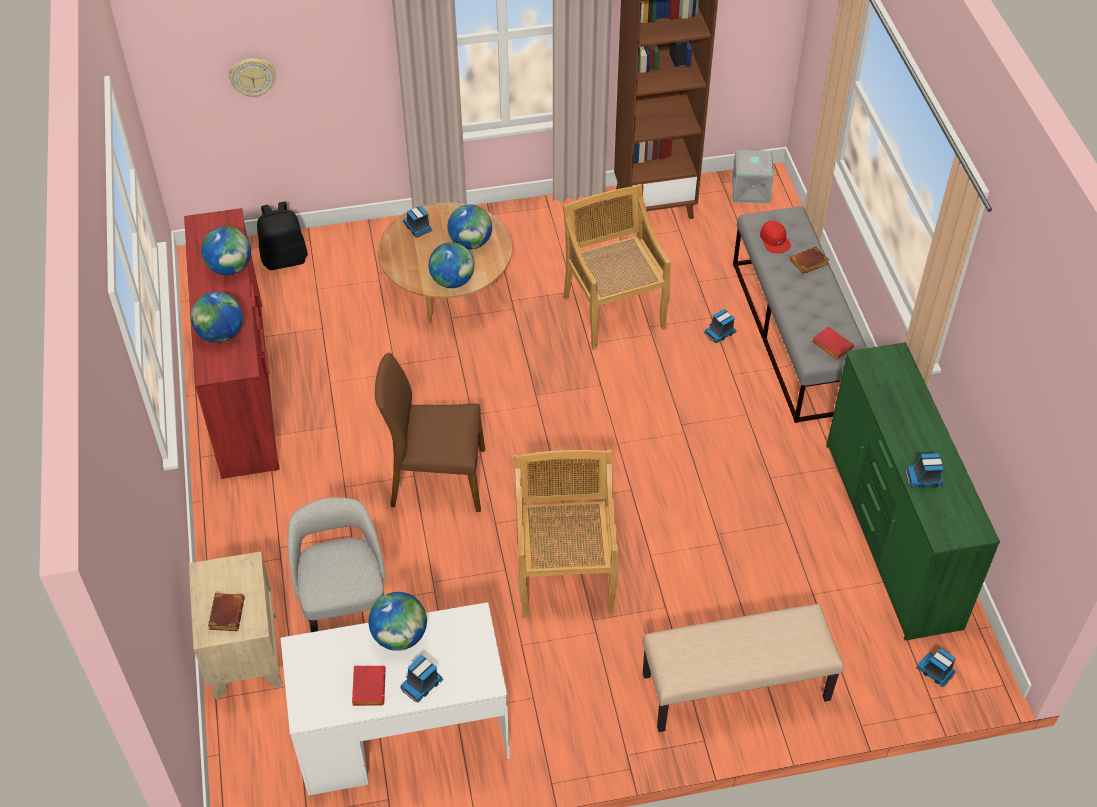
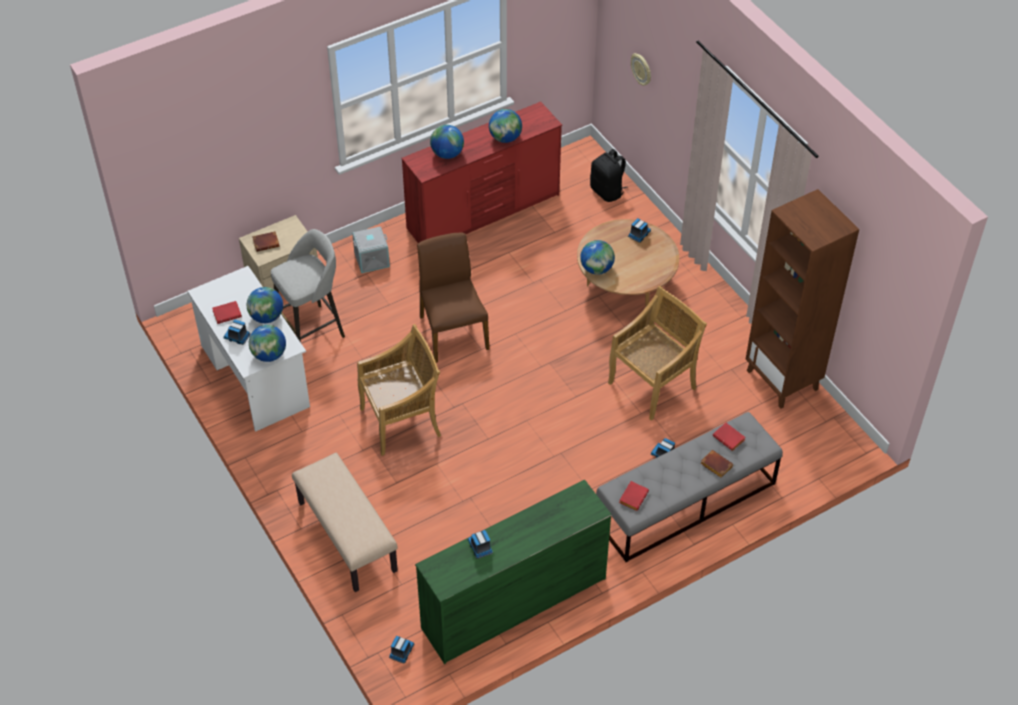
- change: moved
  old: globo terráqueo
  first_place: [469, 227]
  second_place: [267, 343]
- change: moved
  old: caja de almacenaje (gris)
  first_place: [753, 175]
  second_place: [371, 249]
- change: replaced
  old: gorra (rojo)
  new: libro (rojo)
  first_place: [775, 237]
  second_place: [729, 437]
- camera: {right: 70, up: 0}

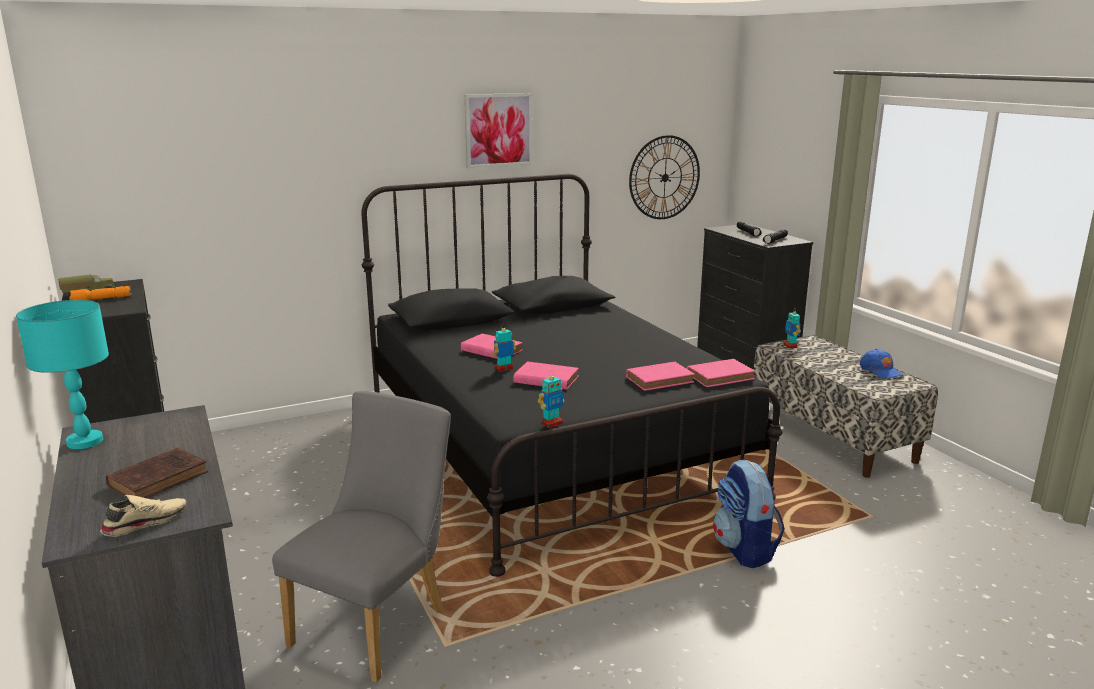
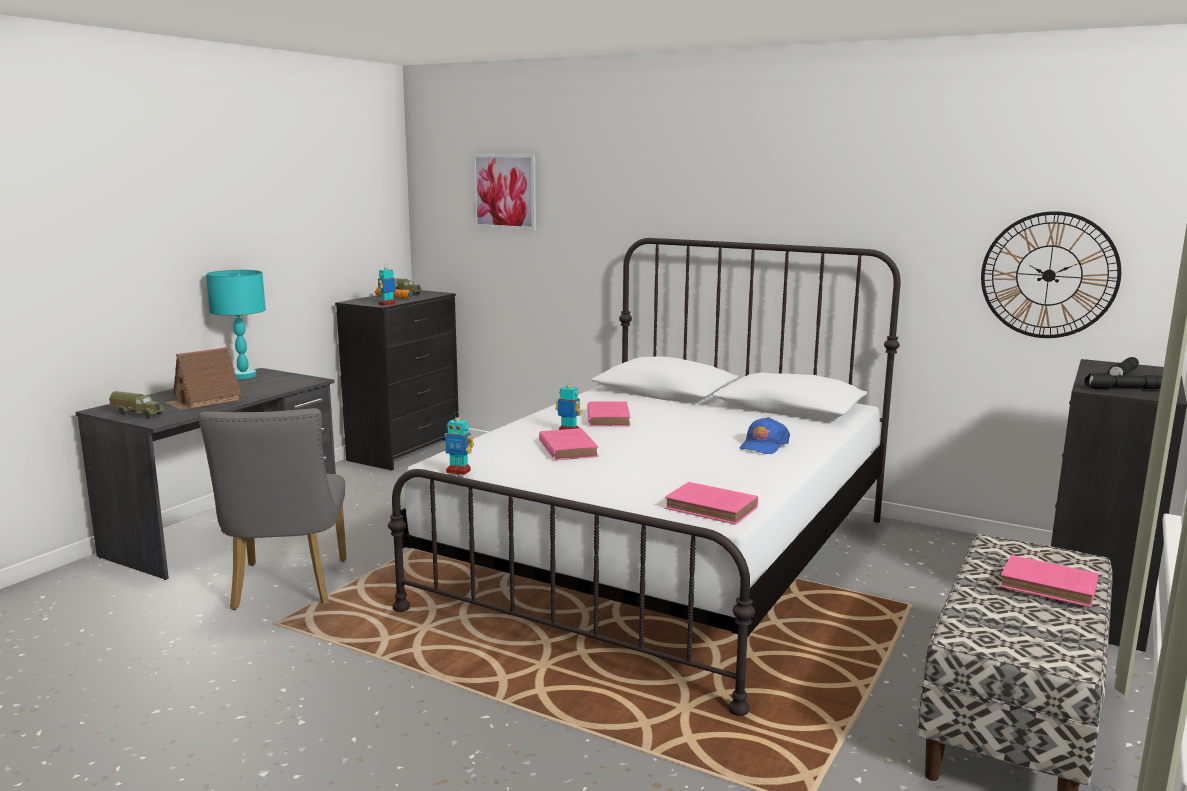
- change: removed
  old: mochila
  first_place: [749, 514]
- change: moved
  old: cuadro
  first_place: [499, 130]
  second_place: [504, 192]
- change: moved
  old: libro (rosa)
  first_place: [660, 376]
  second_place: [1049, 581]
- change: moved
  old: robot de juguete
  first_place: [792, 329]
  second_place: [387, 285]
- change: moved
  old: gorra (azul)
  first_place: [881, 364]
  second_place: [765, 435]
- change: replaced
  old: zapato (beis)
  new: camión de juguete
  first_place: [143, 516]
  second_place: [137, 404]
- change: replaced
  old: libro (marrón)
  new: casita
  first_place: [157, 472]
  second_place: [203, 378]
- change: recoloured
  old: cama (negro)
  new: cama (blanco)
  first_place: [572, 375]
  second_place: [644, 477]
- change: turned
  old: silla (gris)
  first_place: [361, 537]
  second_place: [273, 509]
  degrees: 90
- camera: {right: 55, up: -5}

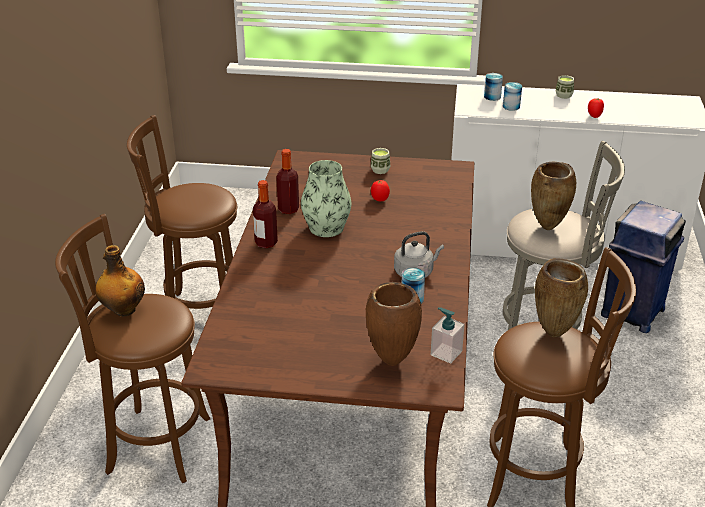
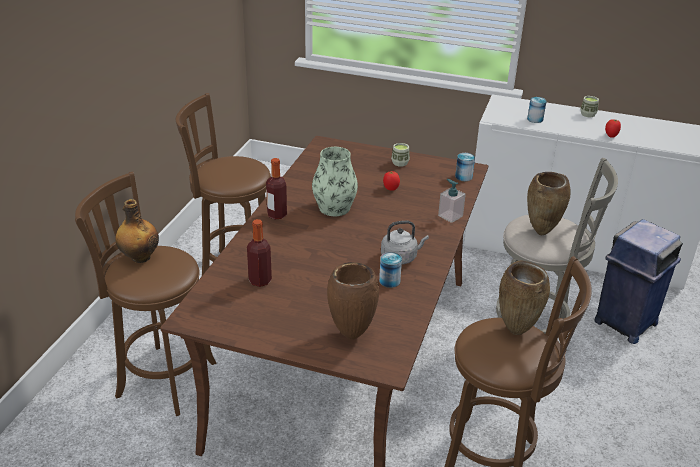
- change: moved
  old: botella
  first_place: [287, 181]
  second_place: [259, 253]
- change: moved
  old: dispensador de jabón
  first_place: [448, 335]
  second_place: [452, 201]
- change: moved
  old: lata
  first_place: [493, 87]
  second_place: [465, 167]
- camera: {right: 10, up: 0}

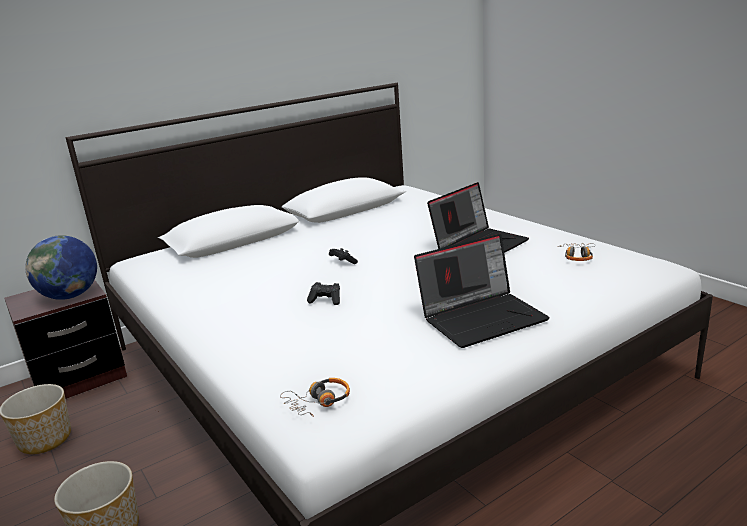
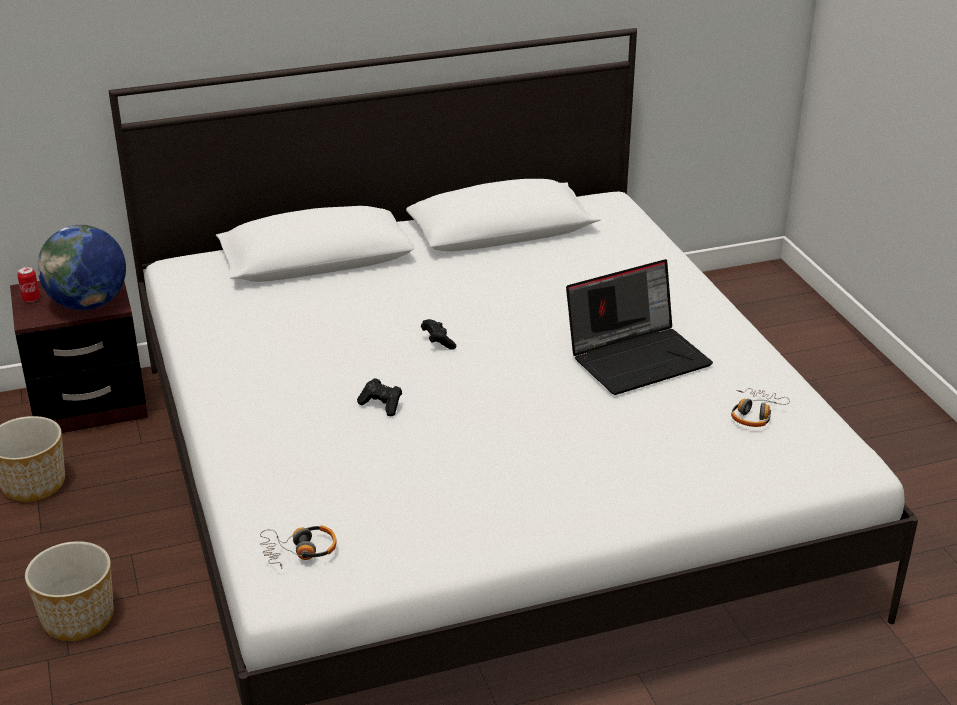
- change: removed
  old: portátil
  first_place: [482, 291]
- change: added
  new: lata
  second_place: [28, 284]
- camera: {right: 15, up: 10}

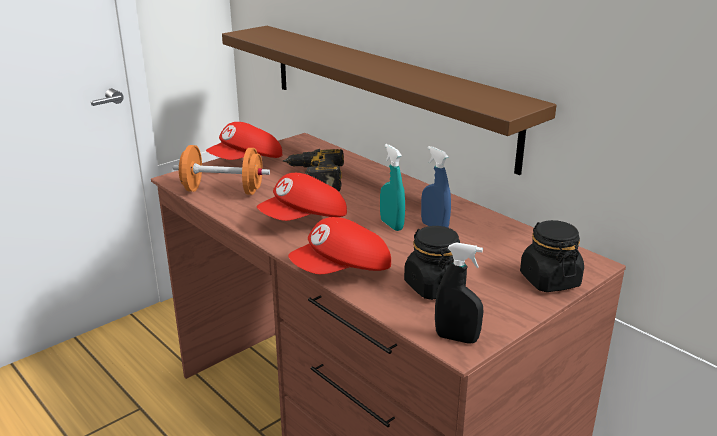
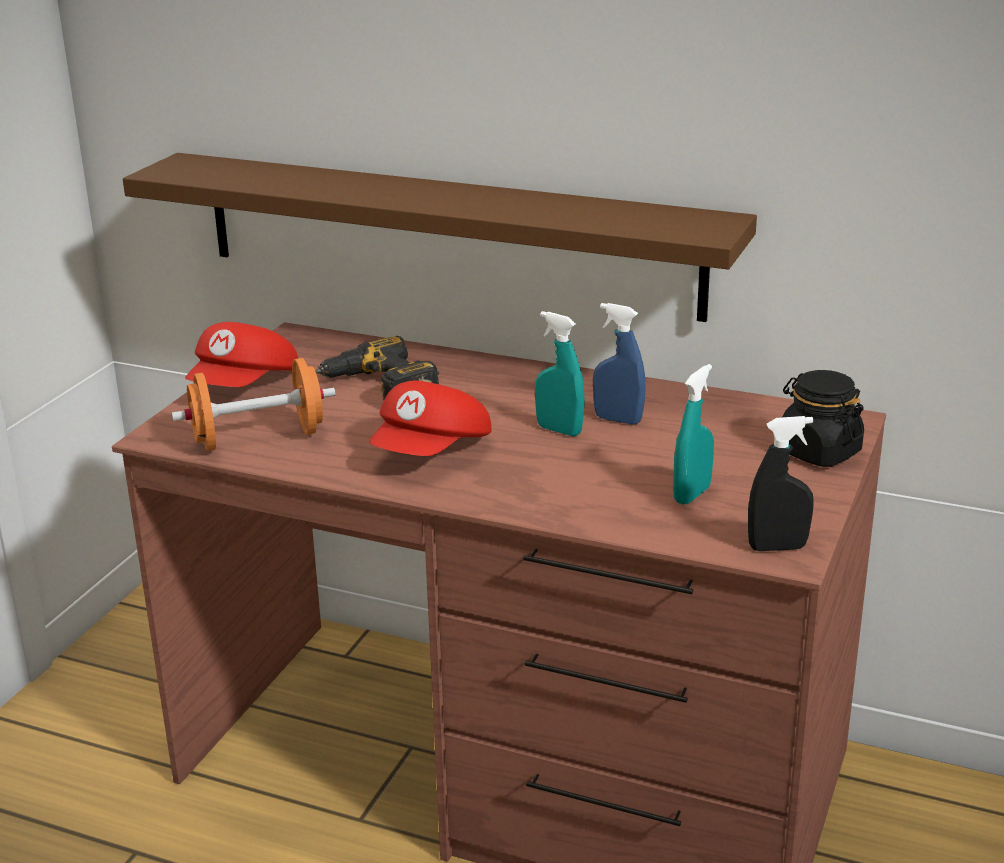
- change: removed
  old: gorra (rojo)
  first_place: [339, 245]
- change: replaced
  old: tarro (negro)
  new: pulverizador (turquesa)
  first_place: [435, 263]
  second_place: [693, 434]
- camera: {right: -25, up: 0}

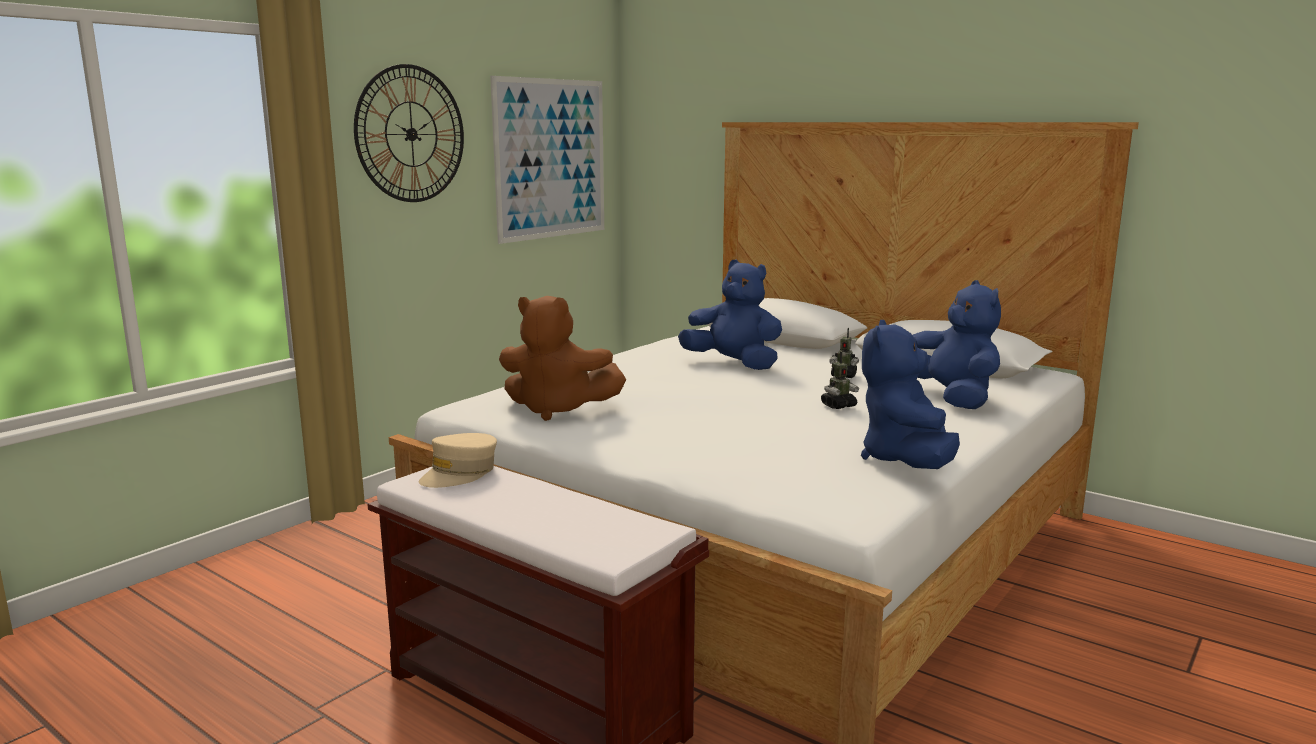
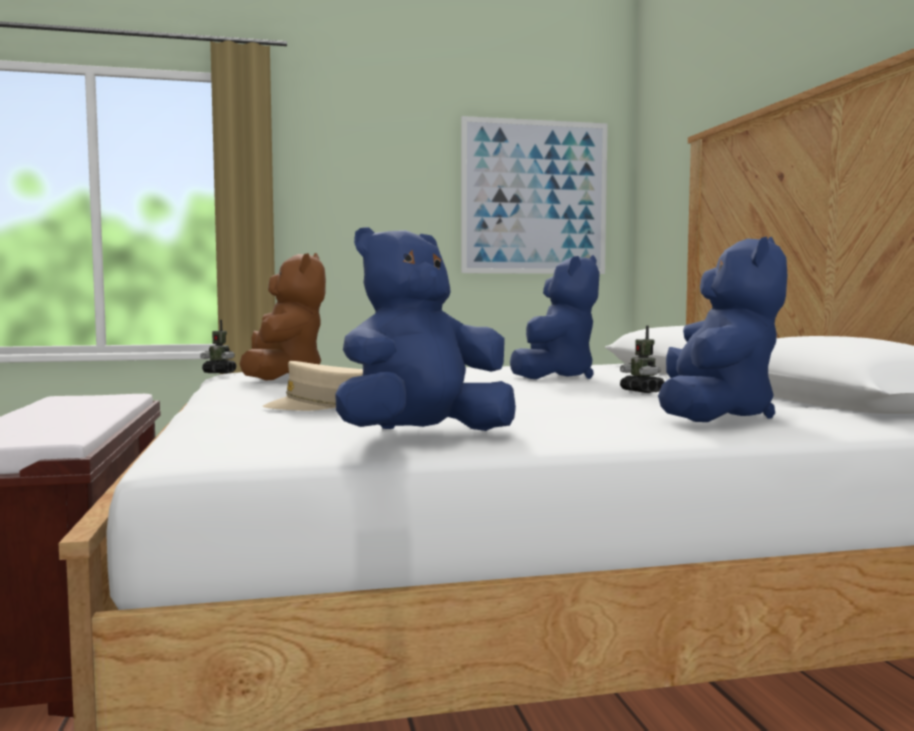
- change: removed
  old: reloj de pared
  first_place: [409, 133]
- change: moved
  old: gorra (beis)
  first_place: [458, 460]
  second_place: [313, 386]
- change: moved
  old: robot de juguete
  first_place: [840, 380]
  second_place: [218, 347]
- change: turned
  old: peluche (marrón)
  first_place: [562, 358]
  second_place: [283, 317]
  degrees: -150
- change: turned
  old: peluche (azul)
  first_place: [730, 314]
  second_place: [555, 317]
  degrees: 45
- camera: {right: 40, up: -10}

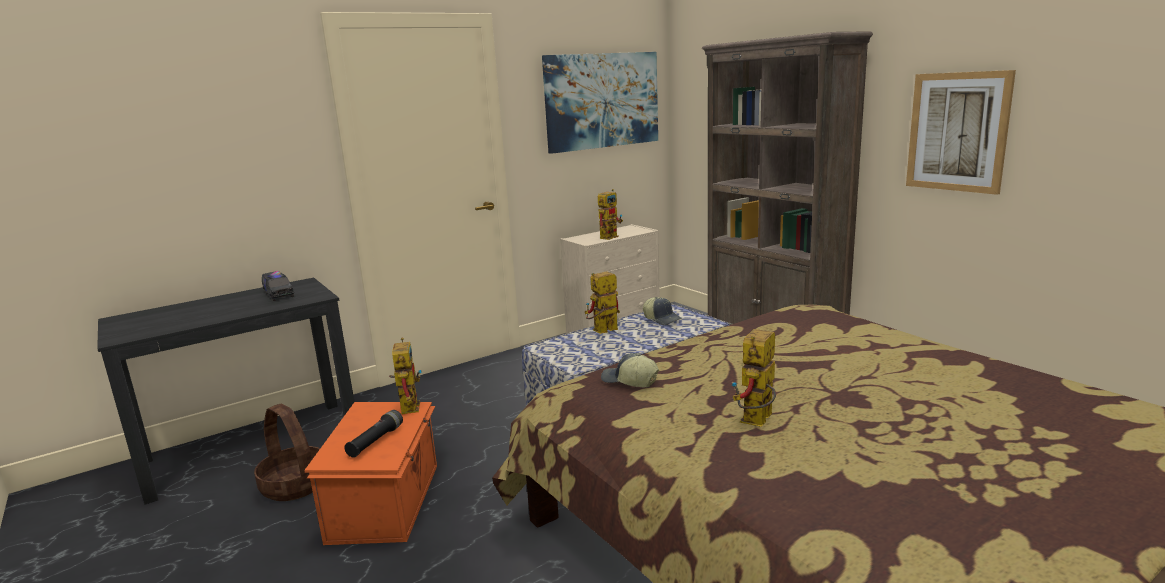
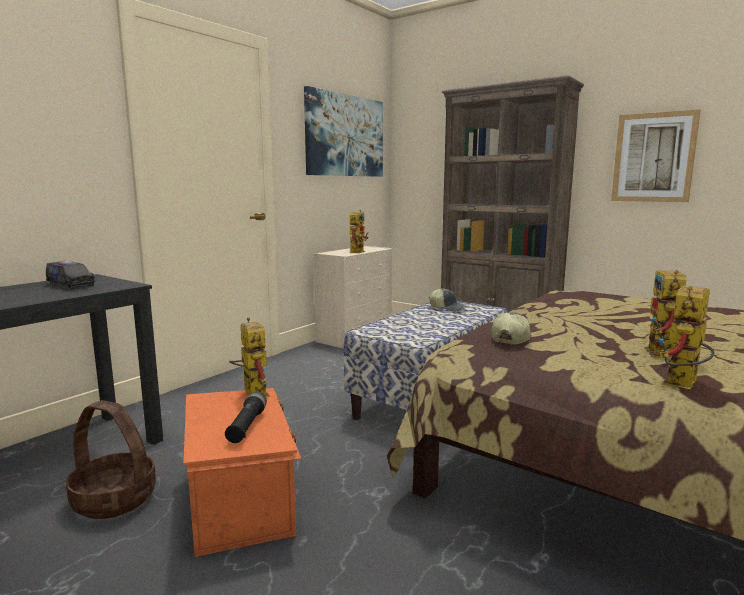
- change: moved
  old: robot de juguete
  first_place: [602, 303]
  second_place: [686, 337]
- change: turned
  old: gorra
  first_place: [630, 370]
  second_place: [511, 328]
  degrees: 105
- camera: {right: -20, up: -5}

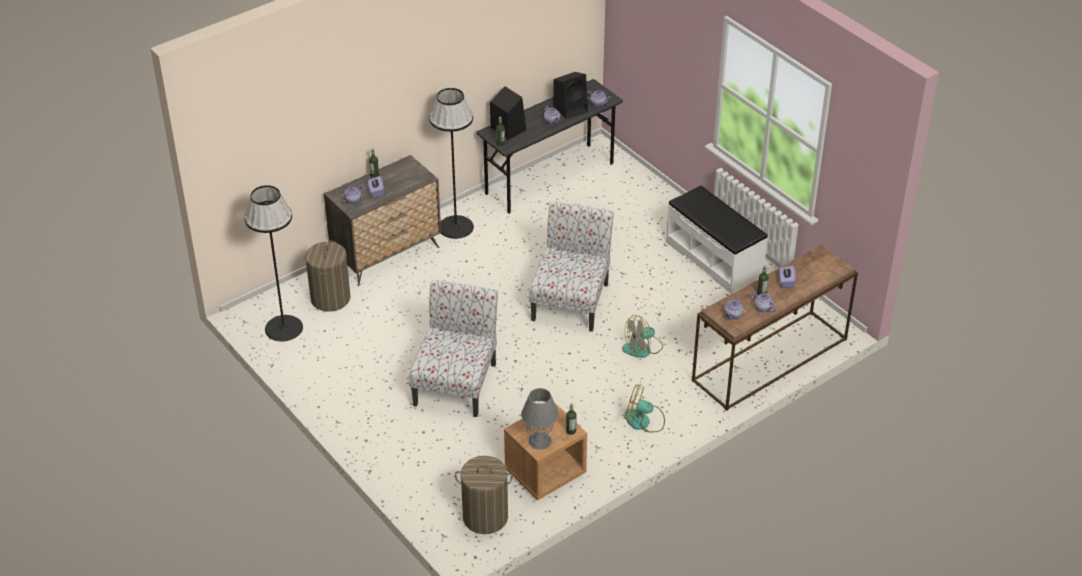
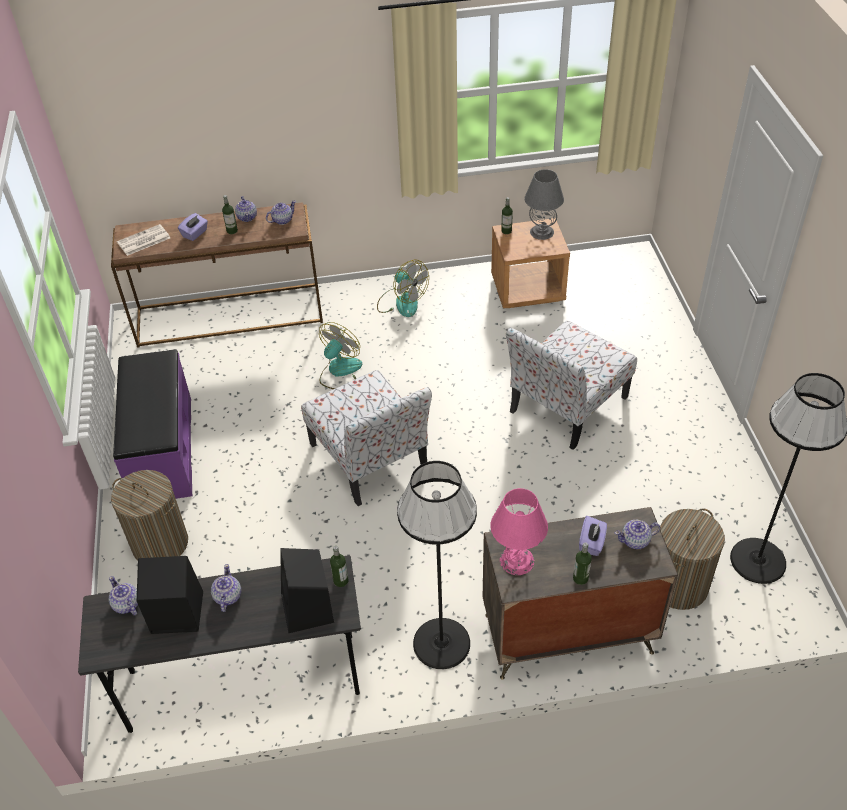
- change: added
  new: periódico
  second_place: [143, 240]
- change: added
  new: lámpara de mesa (rosa)
  second_place: [519, 531]
- change: moved
  old: cesto de la ropa
  first_place: [484, 495]
  second_place: [149, 515]
- change: recoloured
  old: banco (blanco)
  new: banco (morado)
  first_place: [717, 239]
  second_place: [153, 424]
- change: turned
  old: silla
  first_place: [571, 266]
  second_place: [366, 438]
  degrees: -75
- change: turned
  old: ventilador
  first_place: [642, 336]
  second_place: [340, 355]
  degrees: -60
- camera: {right: -150, up: 5}

